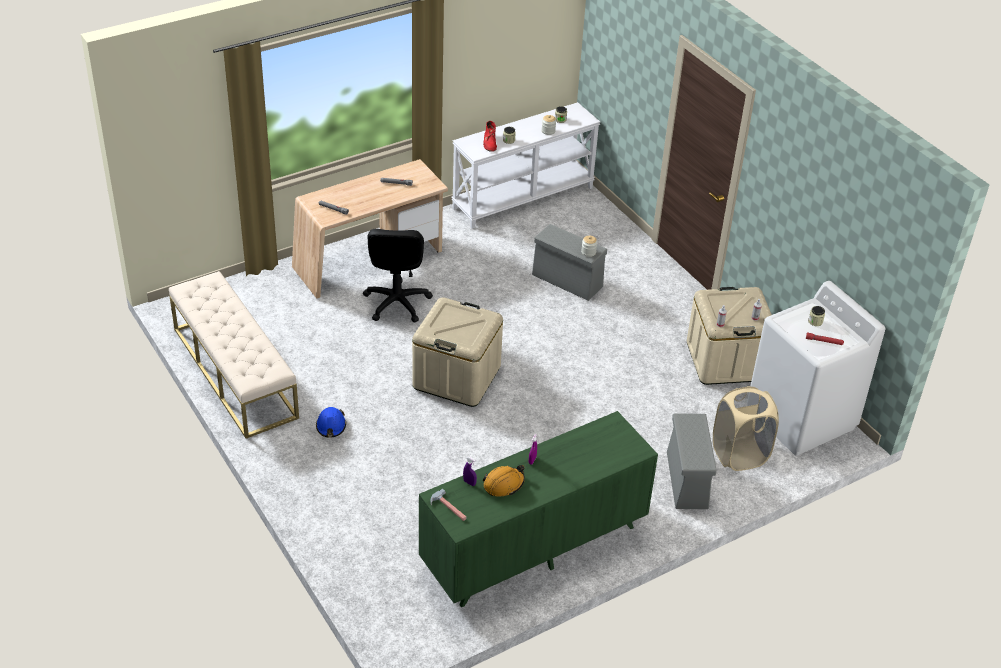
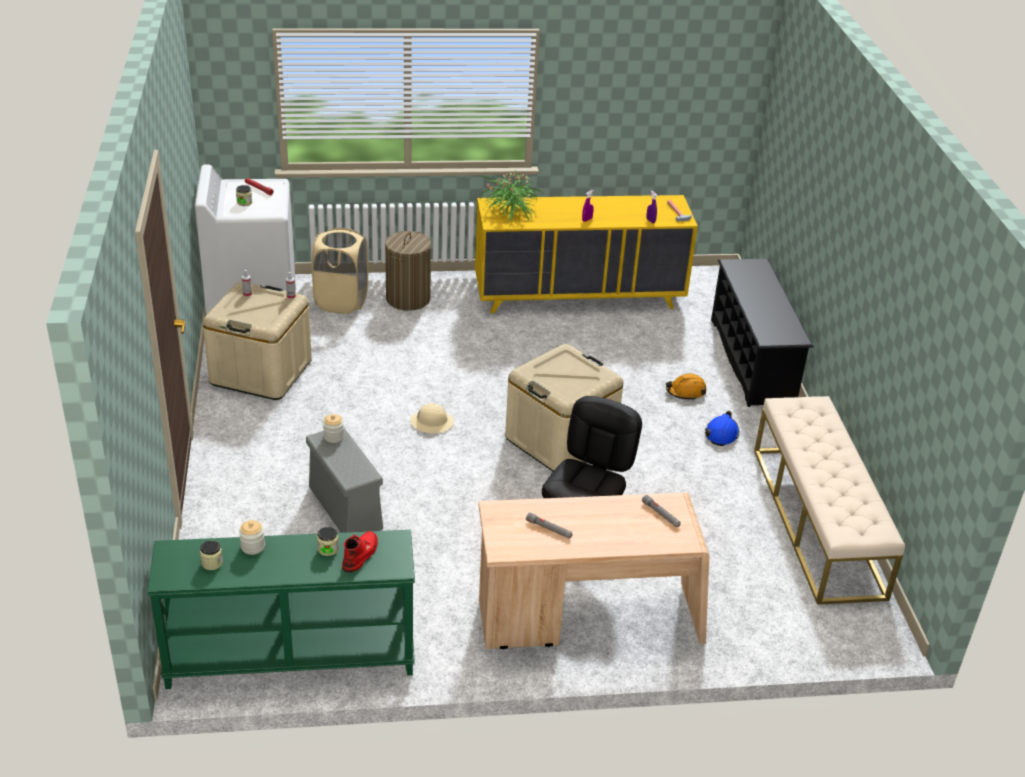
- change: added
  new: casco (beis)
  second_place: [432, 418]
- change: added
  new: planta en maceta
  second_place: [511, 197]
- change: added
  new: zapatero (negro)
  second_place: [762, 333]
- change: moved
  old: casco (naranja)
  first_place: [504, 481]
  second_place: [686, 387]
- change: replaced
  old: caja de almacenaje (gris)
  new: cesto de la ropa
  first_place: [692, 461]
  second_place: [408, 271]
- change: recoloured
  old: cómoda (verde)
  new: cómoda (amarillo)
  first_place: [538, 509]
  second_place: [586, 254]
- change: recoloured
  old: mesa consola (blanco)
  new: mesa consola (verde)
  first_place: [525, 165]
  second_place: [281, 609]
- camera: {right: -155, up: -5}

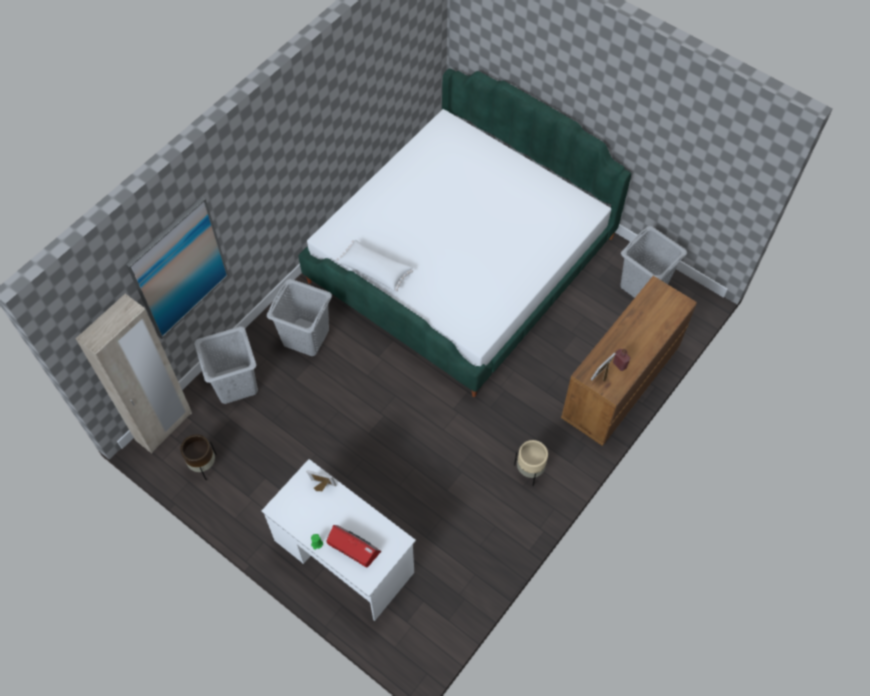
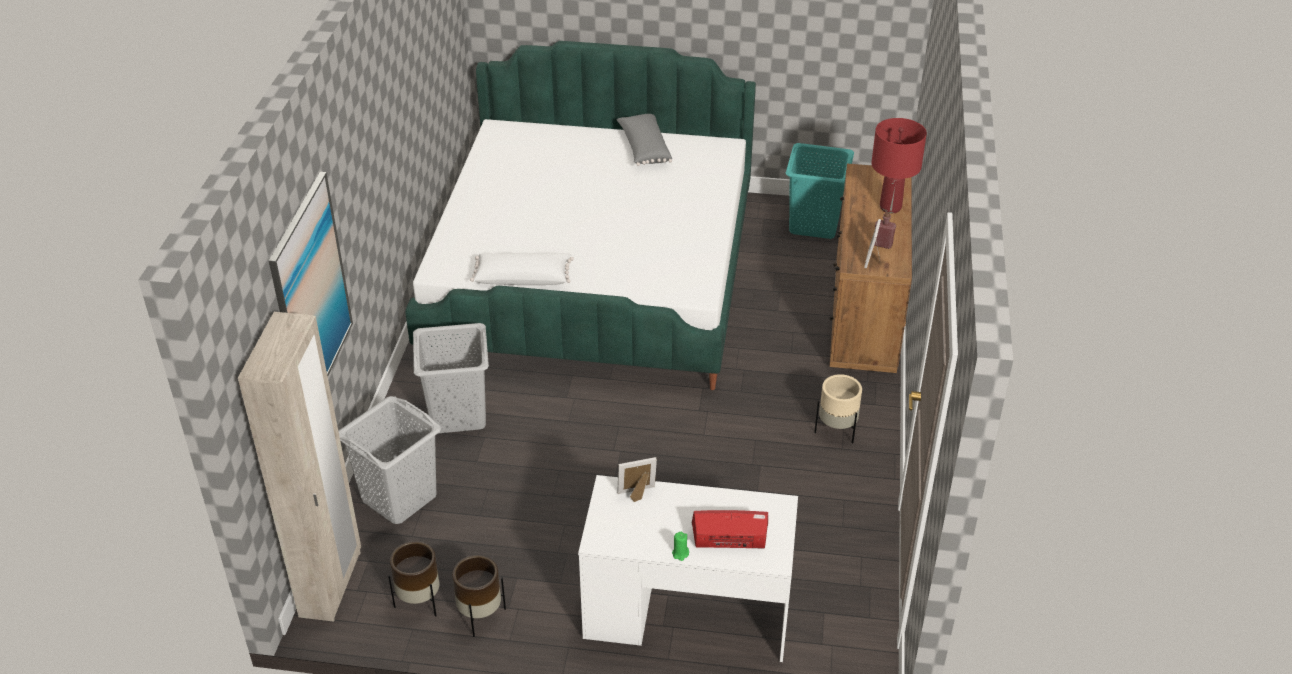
- change: added
  new: maceta (marrón)
  second_place: [479, 596]
- change: added
  new: cojín (gris)
  second_place: [644, 140]
- change: added
  new: lámpara de mesa (rojo)
  second_place: [899, 165]
- change: recoloured
  old: cesto de la ropa (gris)
  new: cesto de la ropa (turquesa)
  first_place: [653, 262]
  second_place: [820, 191]
- camera: {right: -30, up: -20}

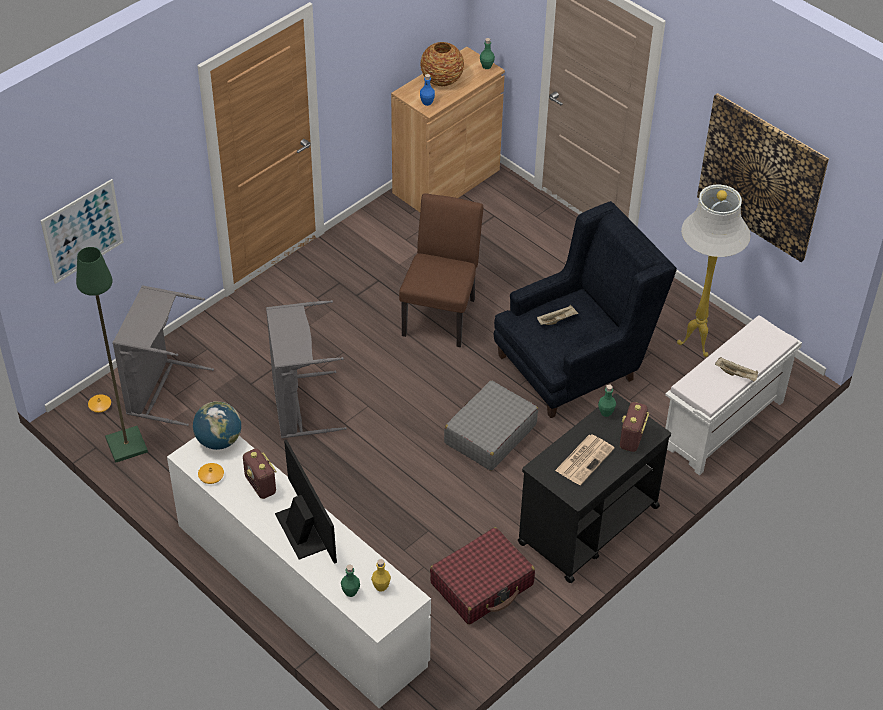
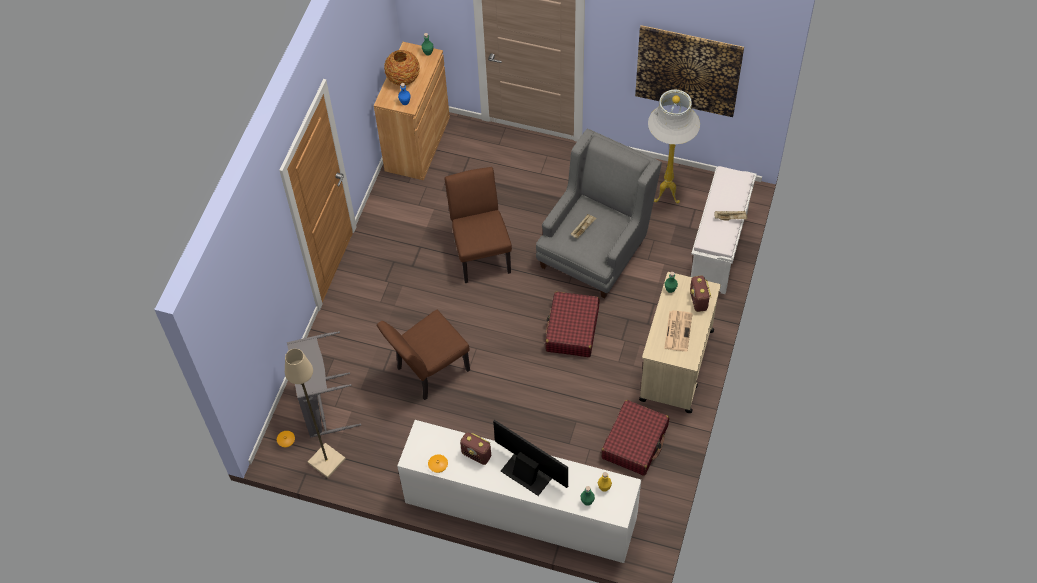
- change: removed
  old: cuadro
  first_place: [82, 231]
- change: removed
  old: globo terráqueo
  first_place: [217, 425]
- change: replaced
  old: cesto de la ropa (gris)
  new: silla (marrón)
  first_place: [306, 369]
  second_place: [423, 355]
- change: recoloured
  old: lámpara de pie (verde)
  new: lámpara de pie (beis)
  first_place: [112, 355]
  second_place: [315, 413]
- change: recoloured
  old: maleta (gris)
  new: maleta (rojo)
  first_place: [491, 425]
  second_place: [572, 324]
- change: recoloured
  old: sillón (azul)
  new: sillón (gris)
  first_place: [585, 309]
  second_place: [599, 213]
- change: recoloured
  old: carrito (negro)
  new: carrito (beis)
  first_place: [594, 488]
  second_place: [680, 342]
- camera: {right: -25, up: 10}

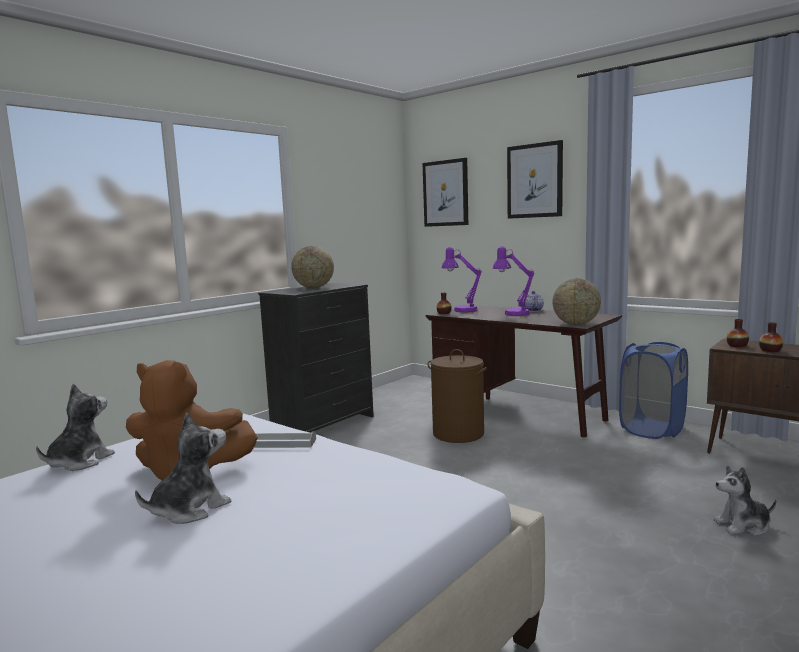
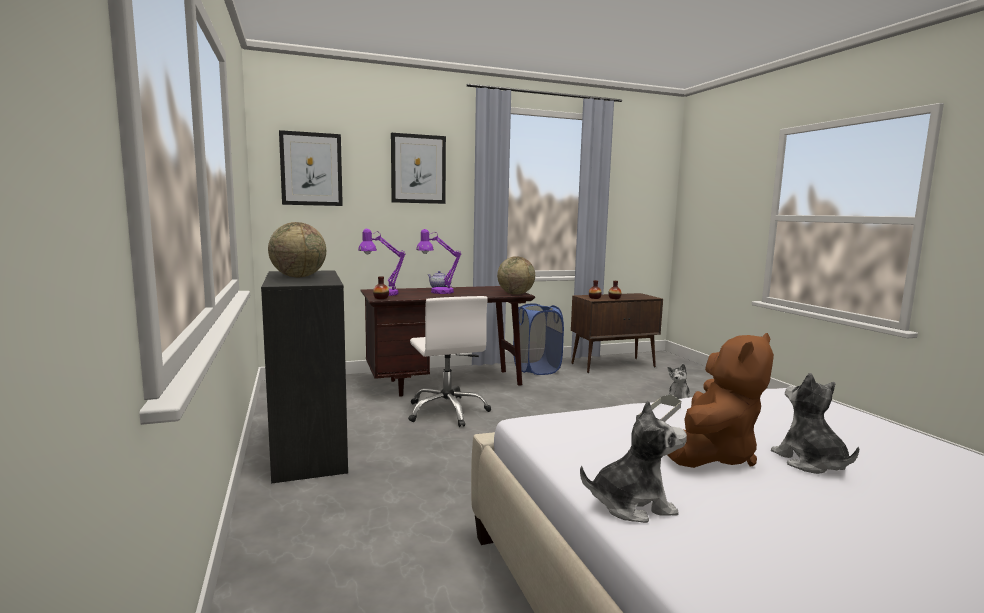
- change: replaced
  old: cesto de la ropa (marrón)
  new: silla de oficina (blanco)
  first_place: [457, 396]
  second_place: [449, 361]
- change: turned
  old: peluche
  first_place: [75, 427]
  second_place: [633, 461]
  degrees: 120
- camera: {right: -60, up: 0}

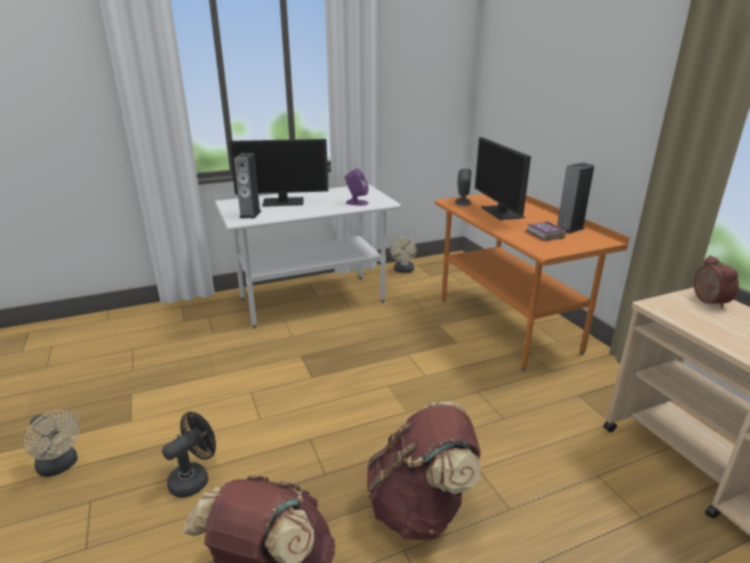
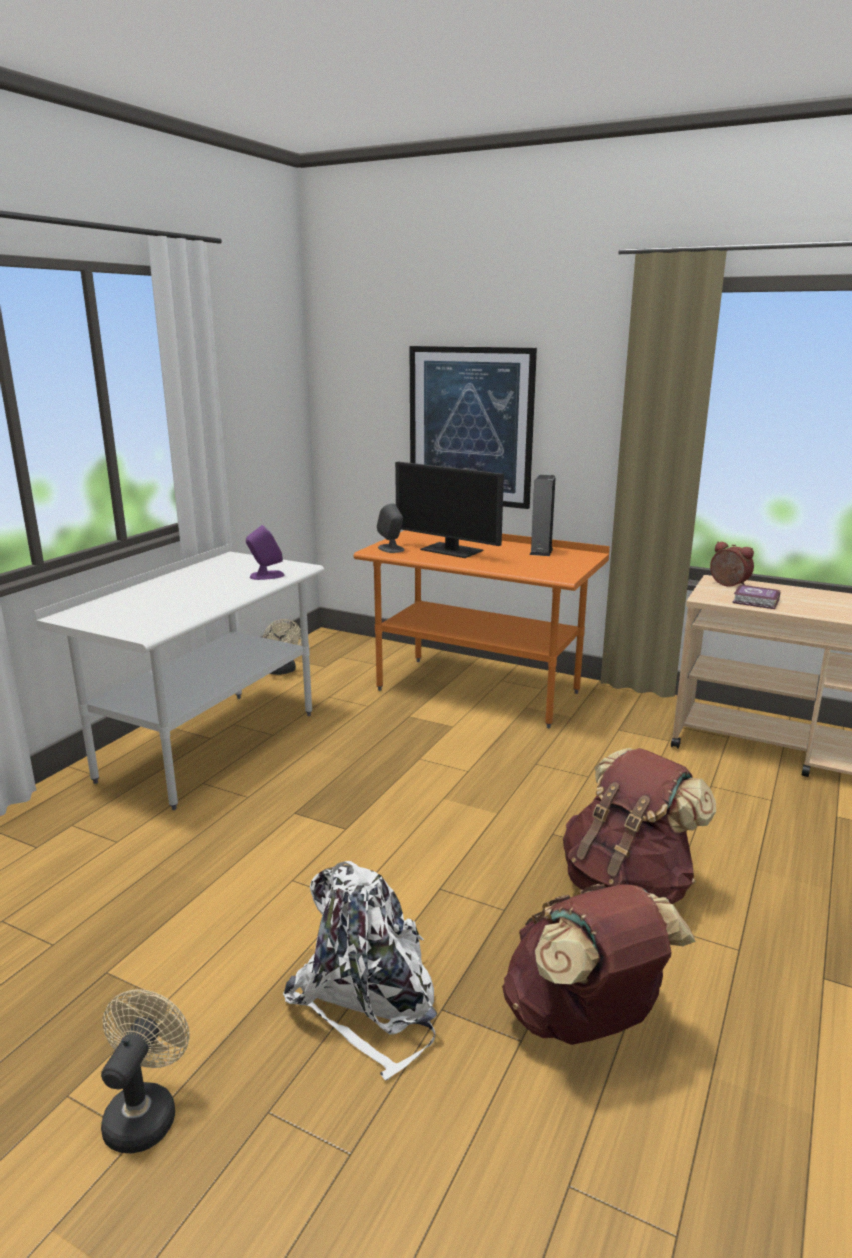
- change: removed
  old: monitor
  first_place: [278, 173]
- change: removed
  old: altavoz
  first_place: [247, 185]
- change: added
  new: cuadro
  second_place: [473, 427]
- change: moved
  old: libro
  first_place: [546, 231]
  second_place: [756, 596]
- change: replaced
  old: ventilador (negro)
  new: mochila (blanco)
  first_place: [189, 455]
  second_place: [360, 971]
- change: turned
  old: ventilador (beis)
  first_place: [52, 443]
  second_place: [145, 1071]
  degrees: -75
- camera: {right: -40, up: -5}

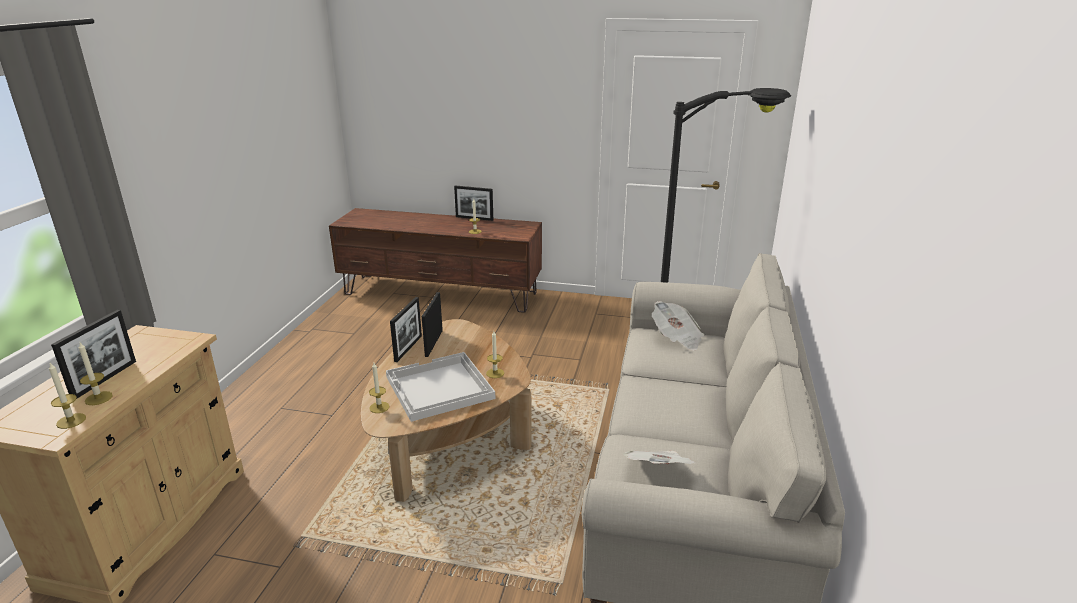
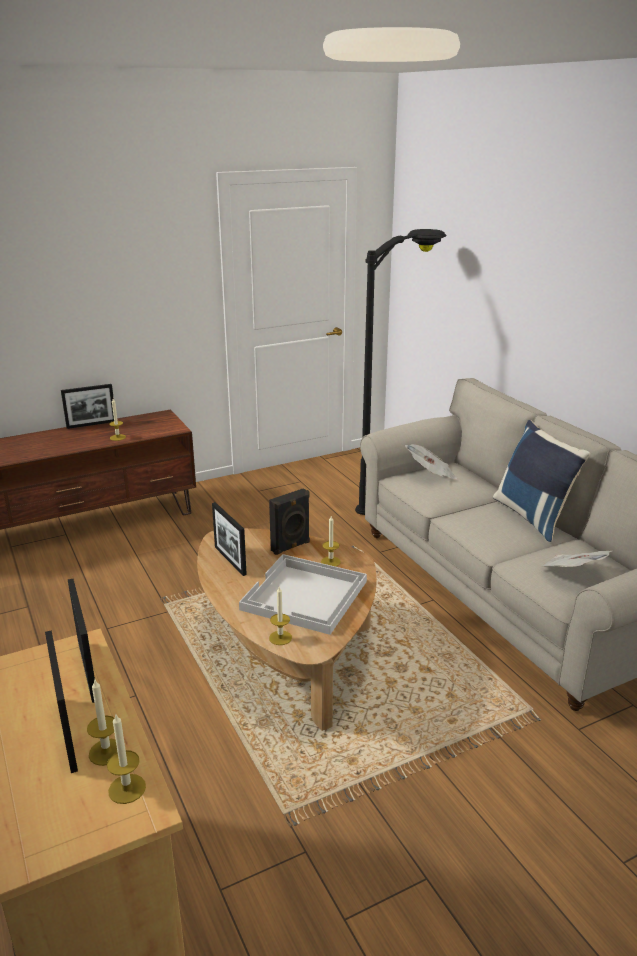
- change: added
  new: altavoz (negro)
  second_place: [289, 521]
- change: added
  new: cojín (azul)
  second_place: [541, 481]
- change: moved
  old: portarretratos
  first_place: [406, 329]
  second_place: [81, 641]
- camera: {right: -40, up: 0}

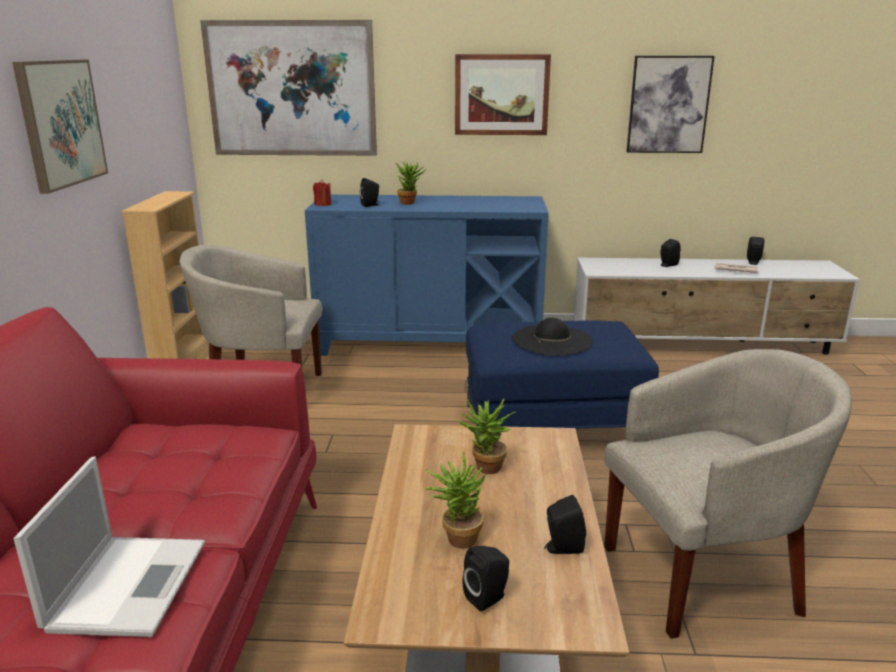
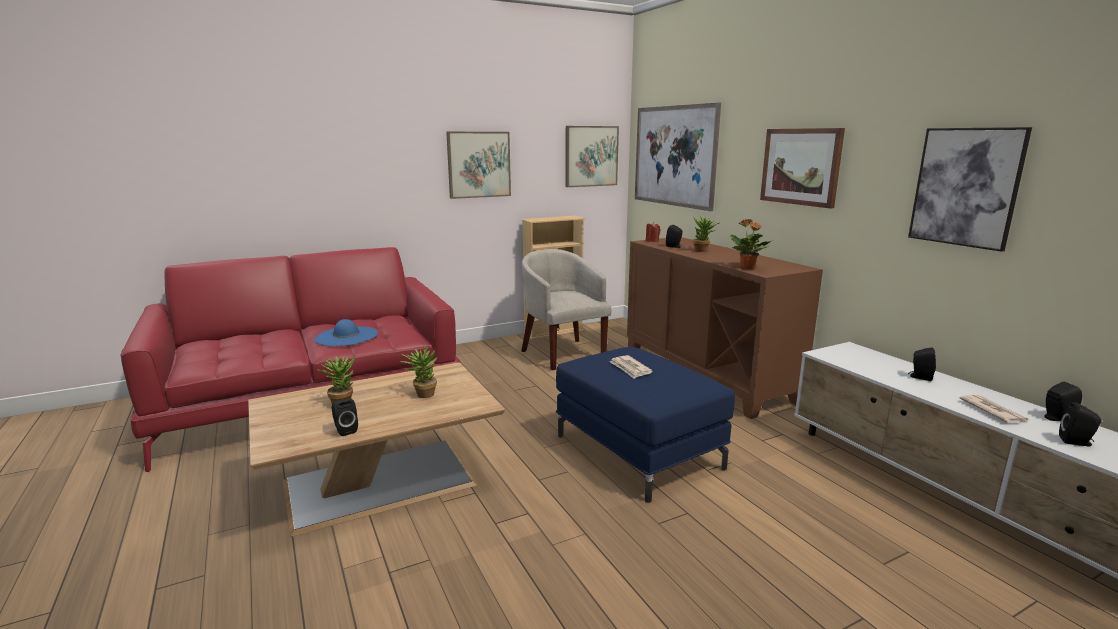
- change: removed
  old: portátil
  first_place: [109, 546]
- change: removed
  old: sillón (beis)
  first_place: [728, 494]
- change: added
  new: sombrero (azul)
  second_place: [346, 332]
- change: added
  new: cuadro
  second_place: [592, 156]
- change: added
  new: planta en maceta
  second_place: [751, 244]
- change: moved
  old: altavoz (negro)
  first_place: [485, 579]
  second_place: [1080, 424]
- change: replaced
  old: sombrero (negro)
  new: periódico
  first_place: [552, 337]
  second_place: [631, 367]
- change: recoloured
  old: armario (azul)
  new: armario (marrón)
  first_place: [427, 275]
  second_place: [725, 328]
- camera: {right: 60, up: -5}

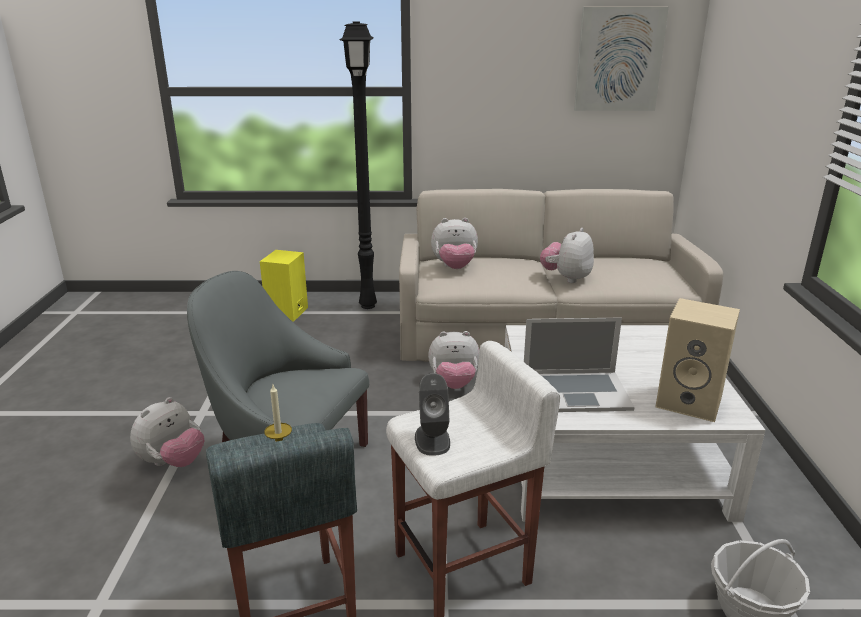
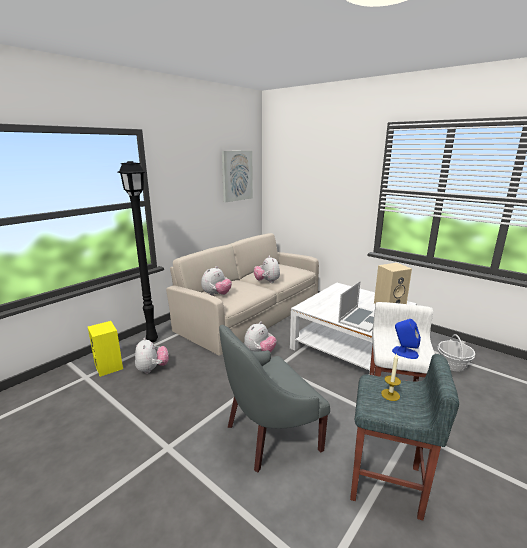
- change: moved
  old: peluche
  first_place: [167, 432]
  second_place: [152, 356]
- change: recoloured
  old: altavoz (gris)
  new: altavoz (azul)
  first_place: [432, 414]
  second_place: [406, 339]
- camera: {right: -50, up: -5}

